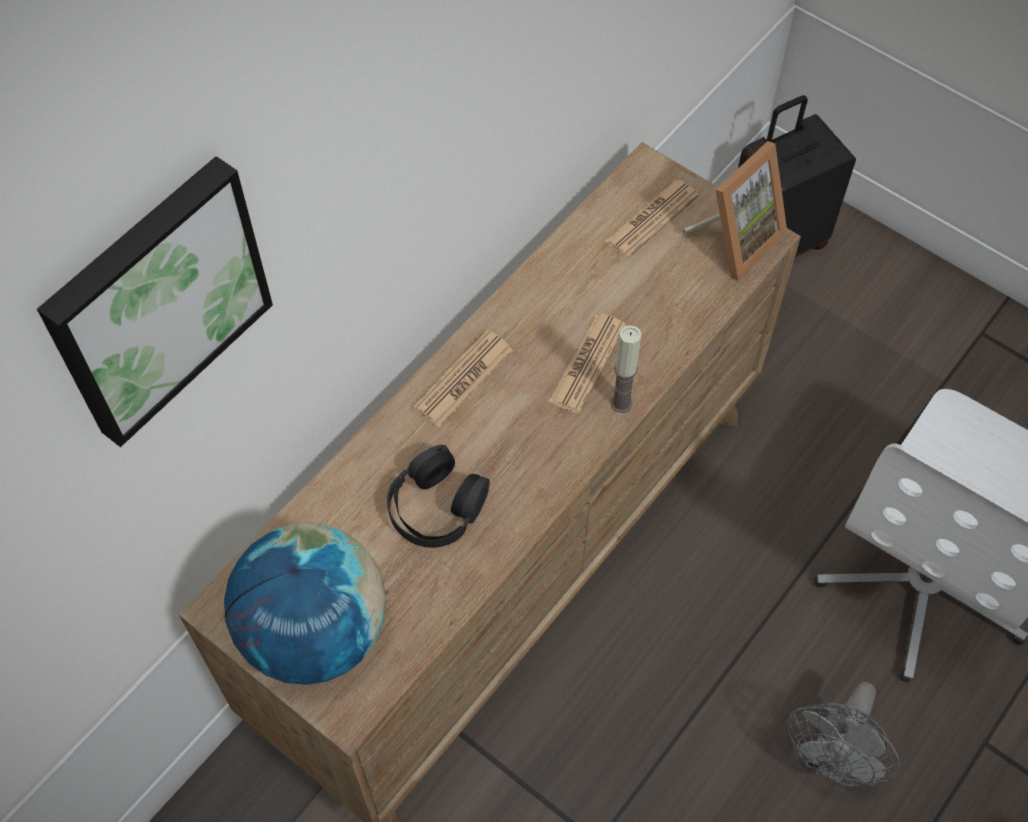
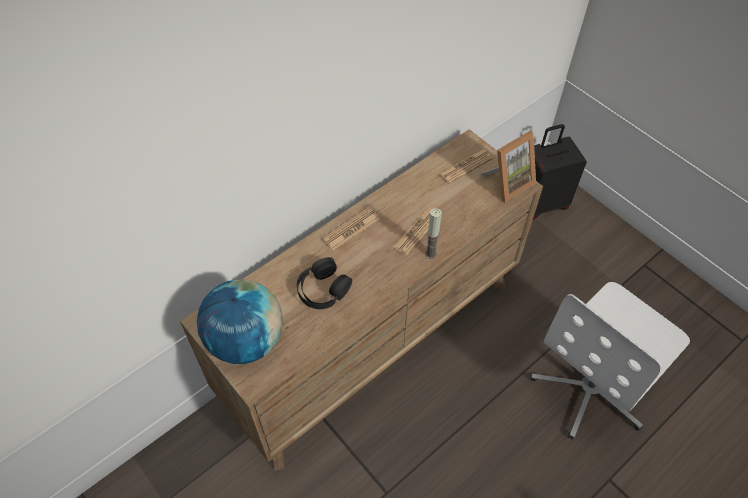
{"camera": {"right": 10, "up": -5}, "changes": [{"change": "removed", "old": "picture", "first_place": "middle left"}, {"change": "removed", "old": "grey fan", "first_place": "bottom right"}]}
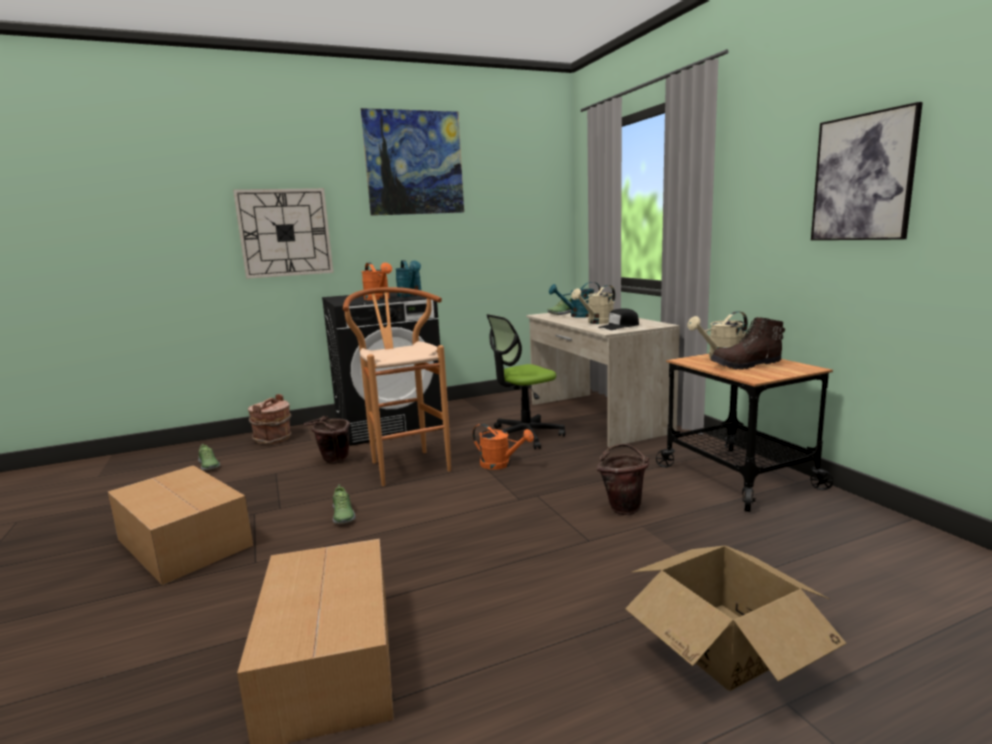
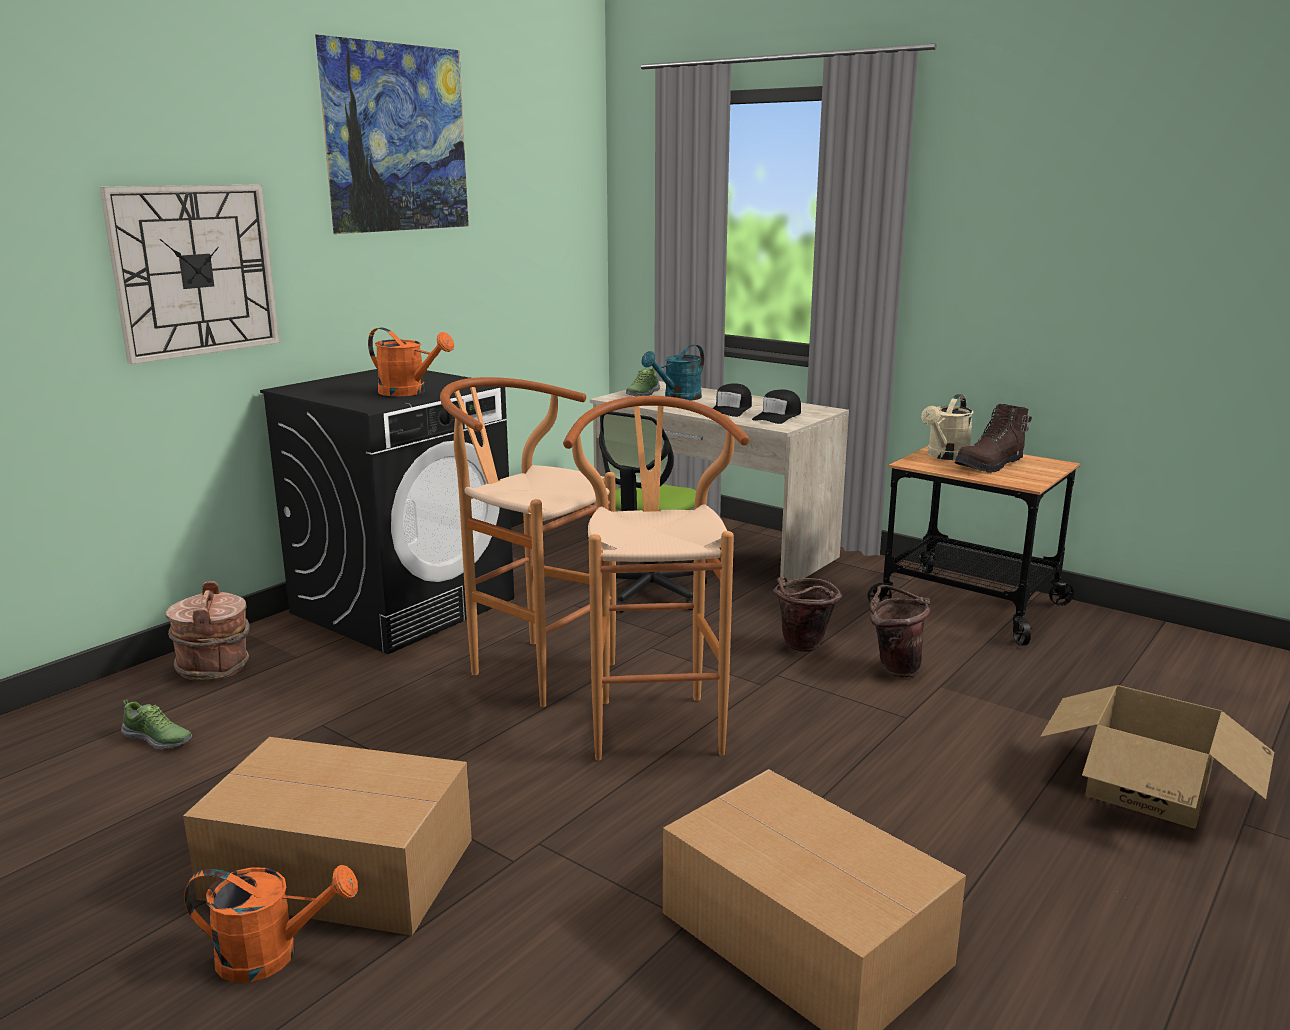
{"camera": {"right": -30, "up": 5}, "changes": [{"change": "removed", "old": "shoe (2nd from left)", "first_place": "bottom centre"}, {"change": "removed", "old": "turquoise watering can (1st from left)", "first_place": "centre"}, {"change": "removed", "old": "picture (2nd from left)", "first_place": "top right"}, {"change": "added", "new": "brown stool (2nd from left)", "second_place": "centre"}, {"change": "moved", "old": "brown bucket (2nd from left)", "first_place": "middle left", "second_place": "centre"}, {"change": "moved", "old": "orange watering can (2nd from left in the first image)", "new": "orange watering can (1st from left)", "first_place": "centre", "second_place": "bottom left"}, {"change": "replaced", "old": "beige watering can (1st from left)", "new": "black cap (1st from left)", "first_place": "centre", "second_place": "centre"}]}
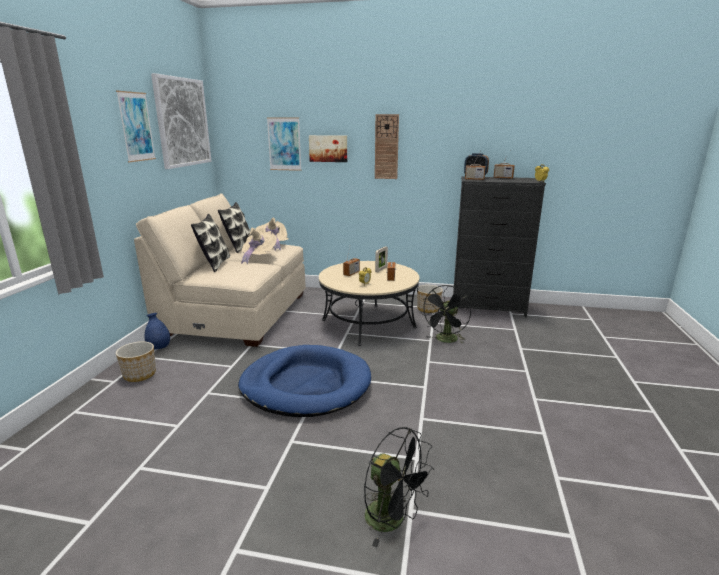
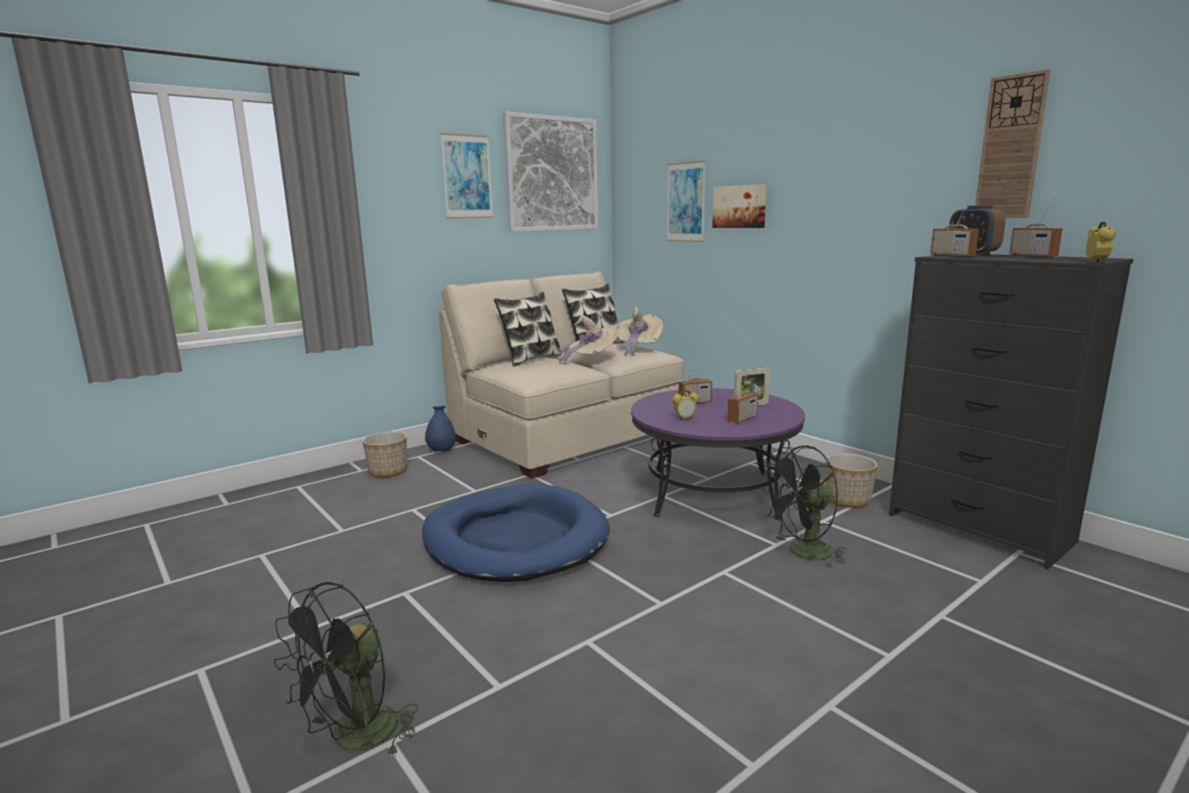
{"camera": {"right": 40, "up": -5}, "changes": [{"change": "moved", "old": "wall clock", "first_place": "top centre", "second_place": "top right"}, {"change": "recoloured", "old": "beige coffee table", "new": "purple coffee table", "first_place": "centre", "second_place": "centre"}, {"change": "turned", "old": "black fan (1st from left)", "first_place": "bottom centre", "second_place": "bottom left", "degrees": 45}]}
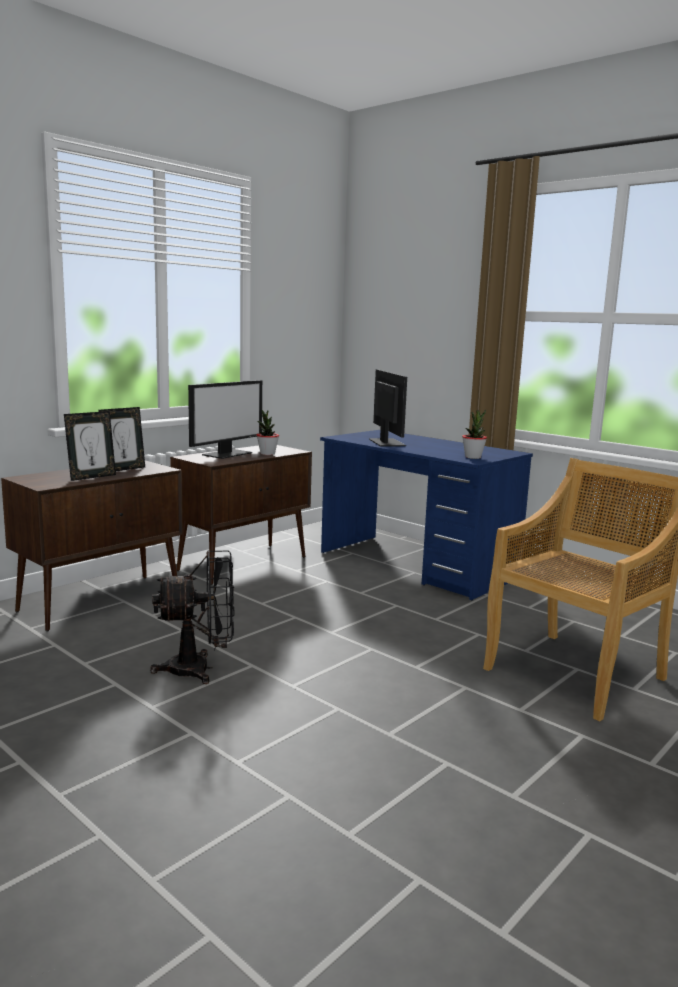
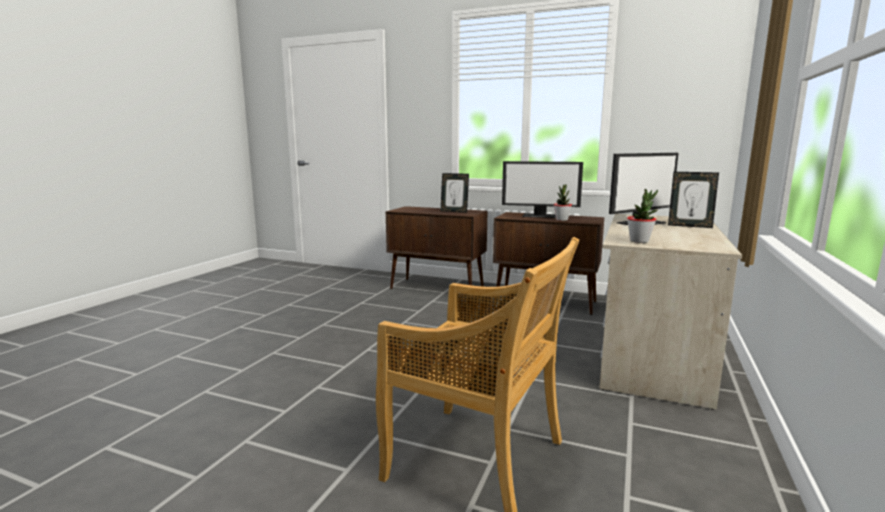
{"camera": {"right": 70, "up": 0}, "changes": [{"change": "removed", "old": "black fan", "first_place": "middle left"}, {"change": "moved", "old": "picture frame (1st from left in the first image)", "new": "picture frame (2nd from left)", "first_place": "middle left", "second_place": "middle right"}, {"change": "recoloured", "old": "blue desk", "new": "beige desk", "first_place": "centre", "second_place": "middle right"}]}
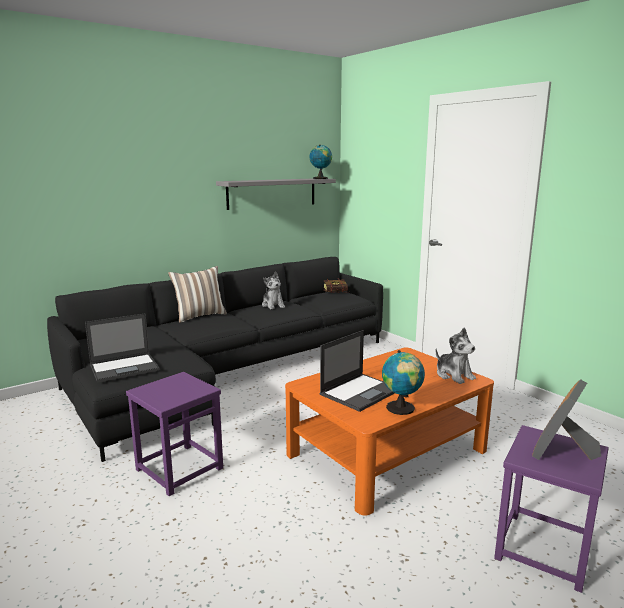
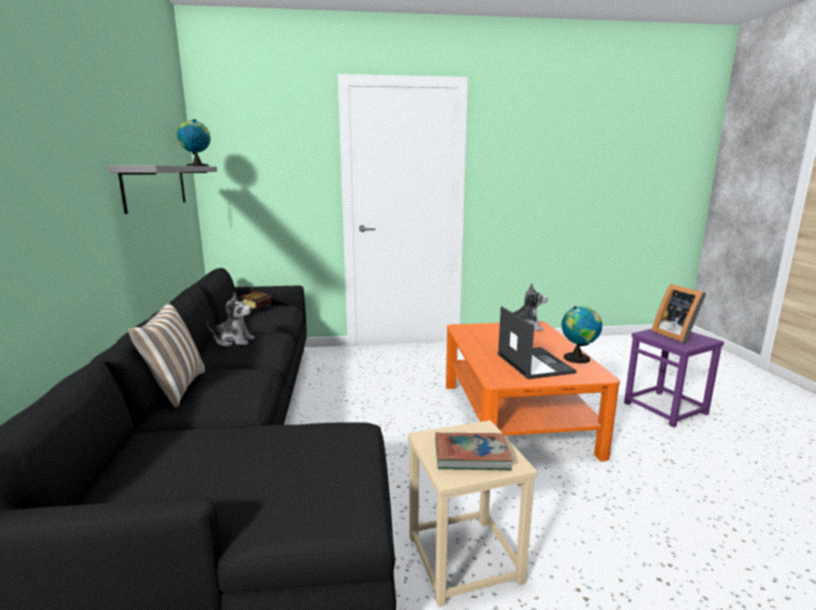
{"camera": {"right": -60, "up": 0}, "changes": [{"change": "removed", "old": "laptop (1st from left)", "first_place": "middle left"}, {"change": "added", "new": "book (2nd from left)", "second_place": "bottom centre"}, {"change": "recoloured", "old": "purple stool (1st from left)", "new": "beige stool", "first_place": "bottom left", "second_place": "bottom centre"}]}
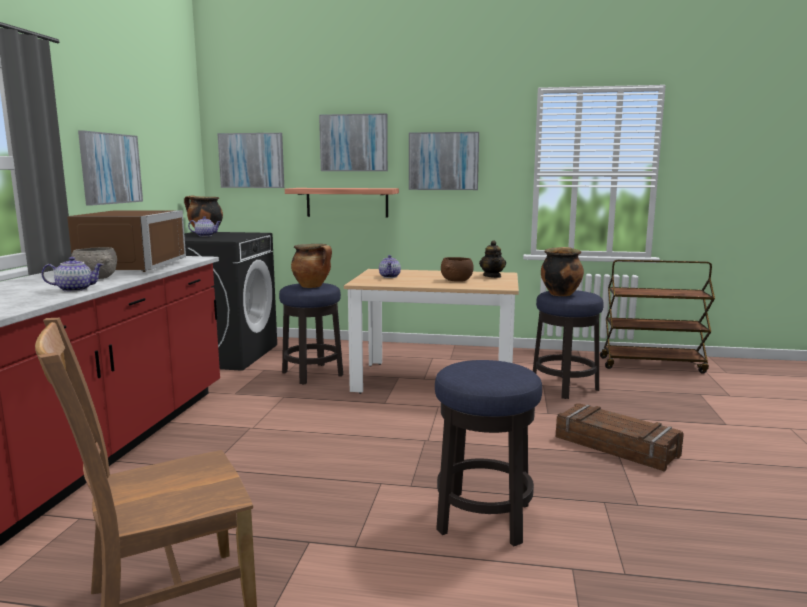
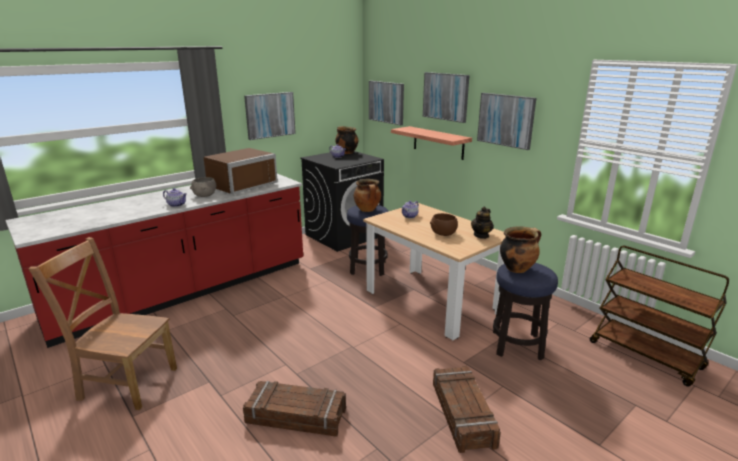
{"camera": {"right": 40, "up": 10}, "changes": [{"change": "replaced", "old": "stool (2nd from left)", "new": "crate (1st from left)", "first_place": "bottom centre", "second_place": "bottom centre"}]}
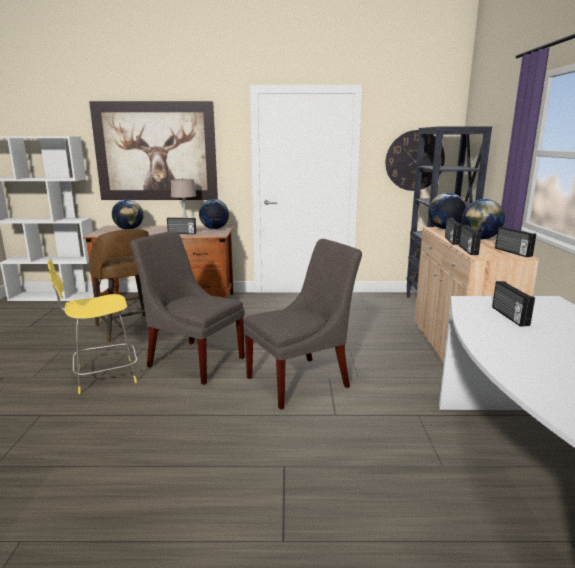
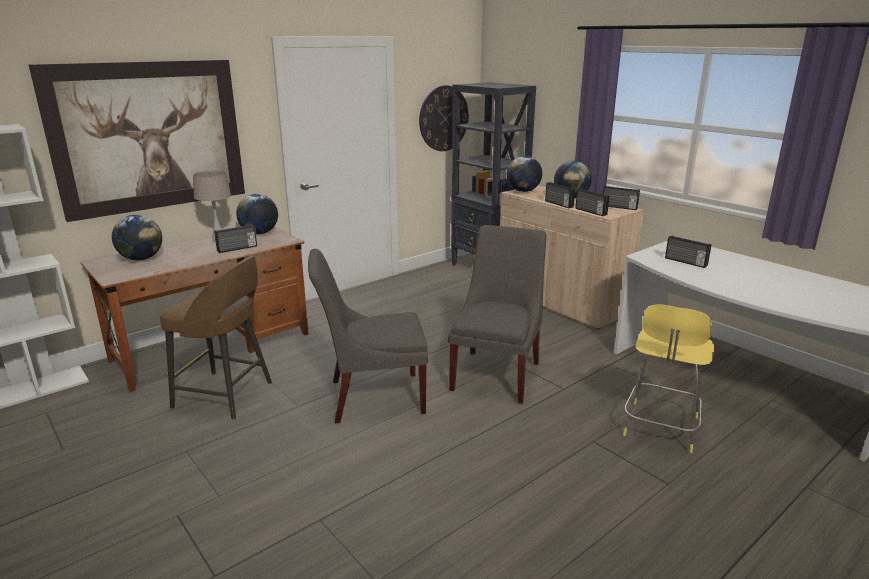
{"camera": {"right": -40, "up": 5}, "changes": [{"change": "moved", "old": "yellow stool", "first_place": "middle left", "second_place": "middle right"}]}
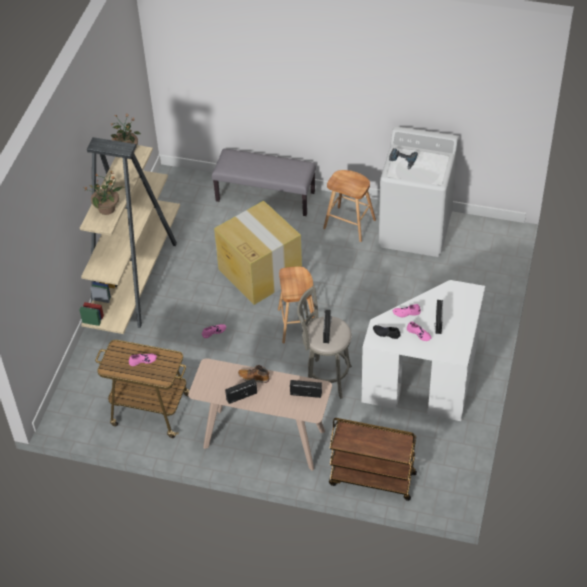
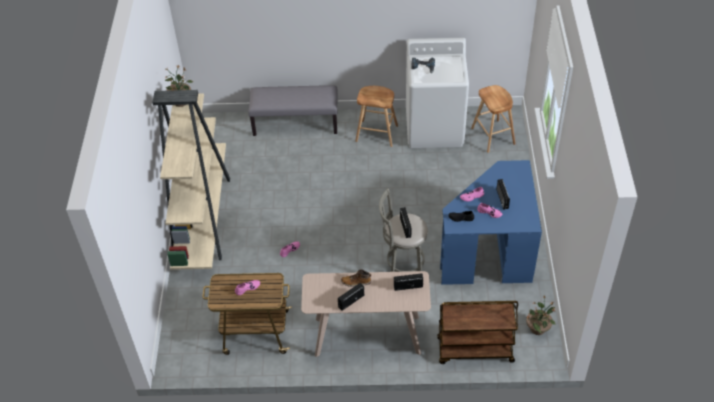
{"camera": {"right": -15, "up": 0}, "changes": [{"change": "removed", "old": "cardboard box", "first_place": "centre"}, {"change": "moved", "old": "potted plant (1st from left in the first image)", "new": "potted plant (2nd from left)", "first_place": "top left", "second_place": "bottom right"}, {"change": "moved", "old": "brown stool (1st from left in the first image)", "new": "brown stool (2nd from left)", "first_place": "centre", "second_place": "top right"}, {"change": "recoloured", "old": "white desk", "new": "blue desk", "first_place": "middle right", "second_place": "middle right"}]}
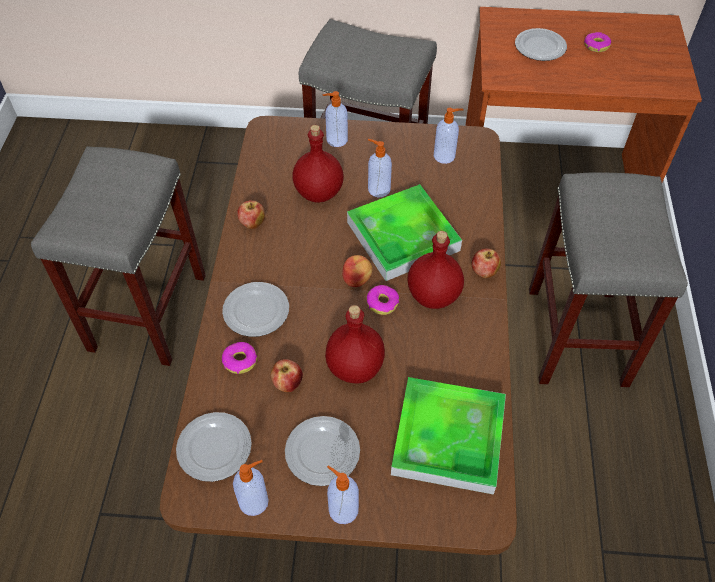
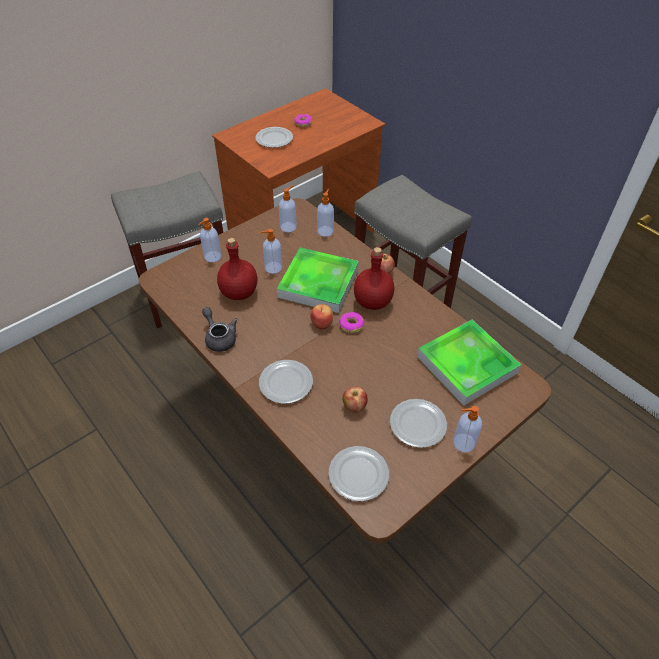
{"camera": {"right": -45, "up": -5}, "changes": [{"change": "removed", "old": "grey stool (1st from left)", "first_place": "middle left"}, {"change": "removed", "old": "donut (1st from left)", "first_place": "centre"}, {"change": "removed", "old": "red bottle (2nd from left)", "first_place": "centre"}, {"change": "moved", "old": "soap dispenser (1st from left in the first image)", "new": "soap dispenser (4th from left)", "first_place": "bottom centre", "second_place": "top centre"}, {"change": "replaced", "old": "apple (1st from left)", "new": "grey teapot", "first_place": "centre", "second_place": "middle left"}]}
